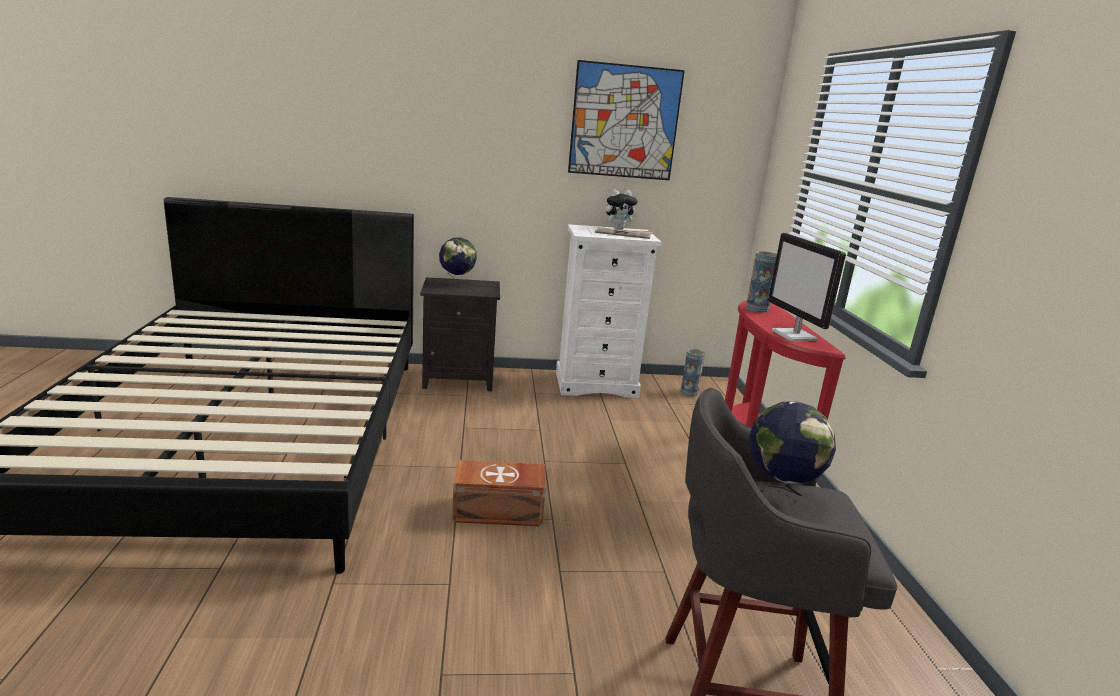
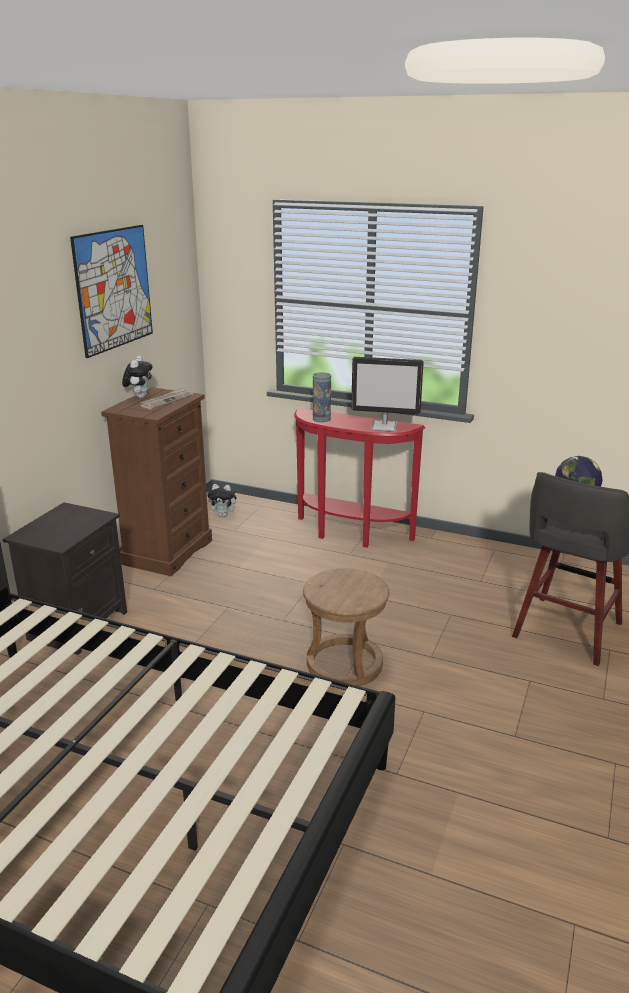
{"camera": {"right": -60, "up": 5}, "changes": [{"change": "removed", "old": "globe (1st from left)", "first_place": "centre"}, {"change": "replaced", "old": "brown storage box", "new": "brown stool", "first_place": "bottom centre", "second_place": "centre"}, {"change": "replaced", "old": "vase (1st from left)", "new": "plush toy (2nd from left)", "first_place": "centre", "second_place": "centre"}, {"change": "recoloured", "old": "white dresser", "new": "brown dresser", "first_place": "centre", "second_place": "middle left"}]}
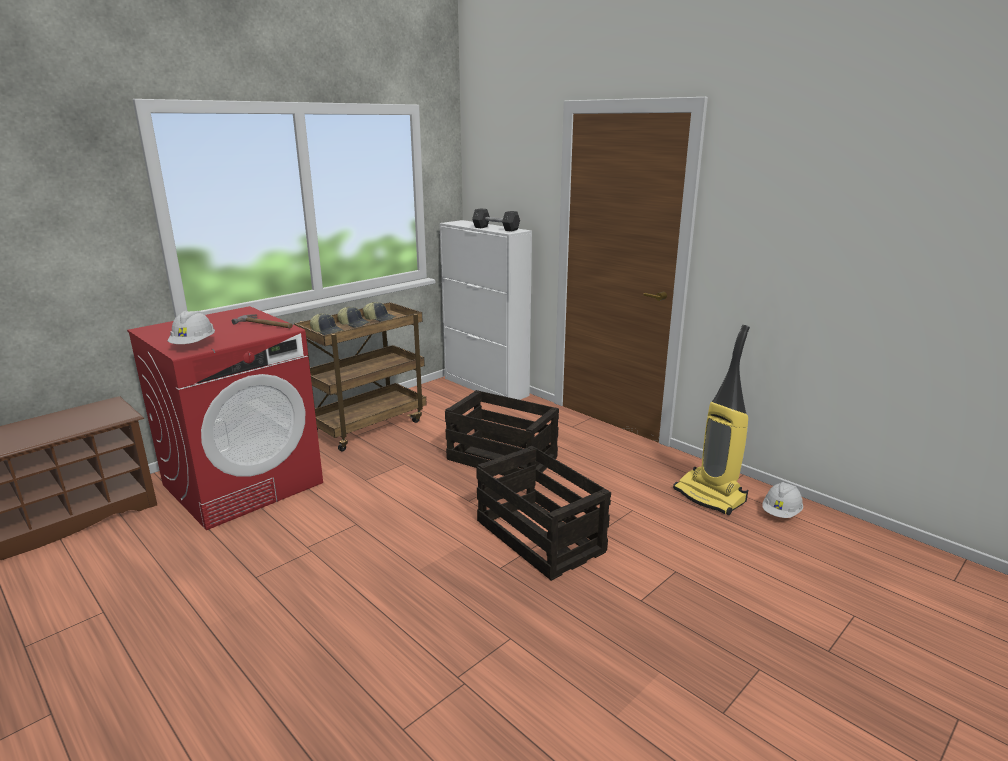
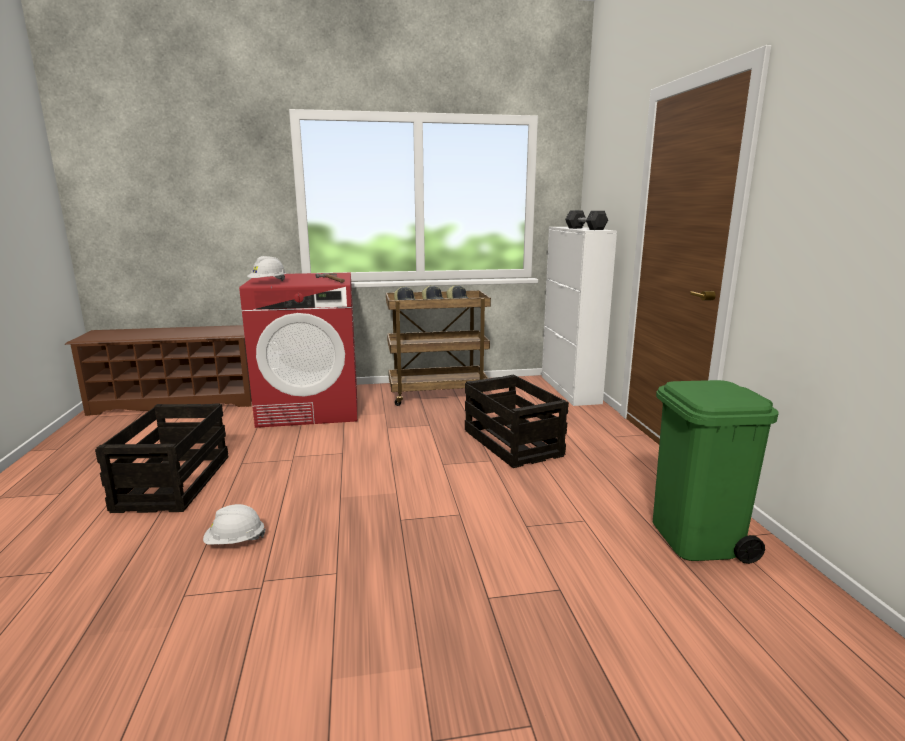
{"camera": {"right": 35, "up": -5}, "changes": [{"change": "moved", "old": "crate (2nd from left in the first image)", "new": "crate (1st from left)", "first_place": "bottom centre", "second_place": "middle left"}, {"change": "moved", "old": "white hard hat (2nd from left in the first image)", "new": "white hard hat (1st from left)", "first_place": "middle right", "second_place": "bottom left"}, {"change": "replaced", "old": "vacuum cleaner", "new": "green trash can", "first_place": "middle right", "second_place": "middle right"}]}
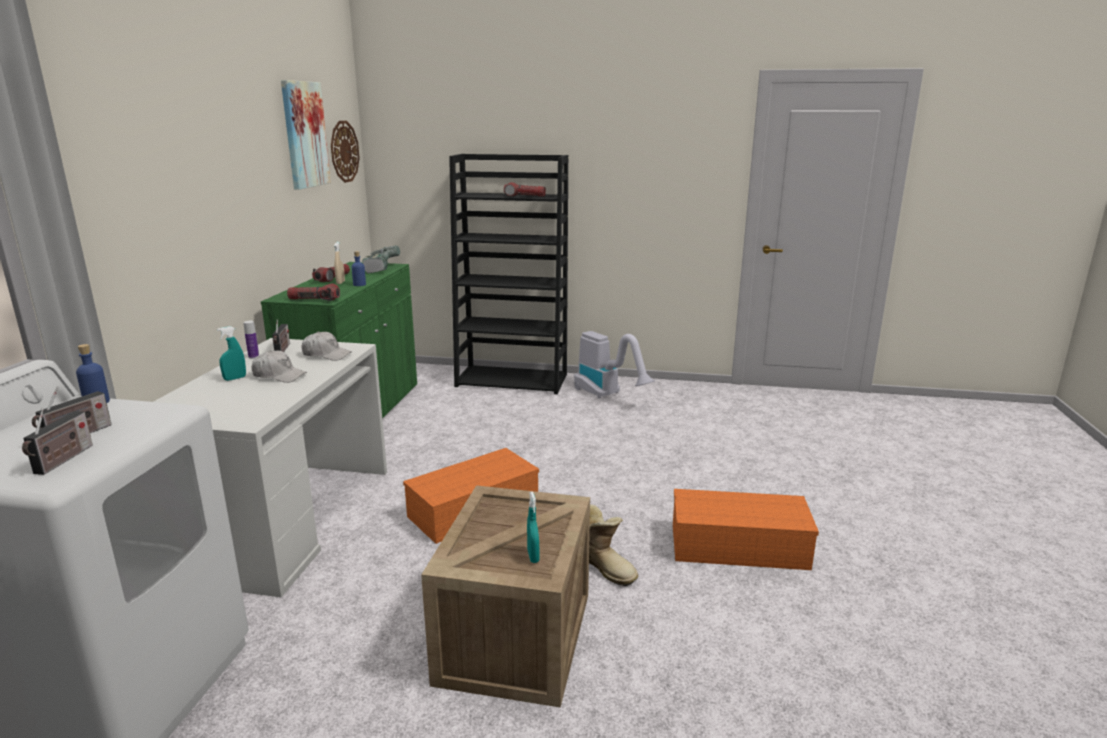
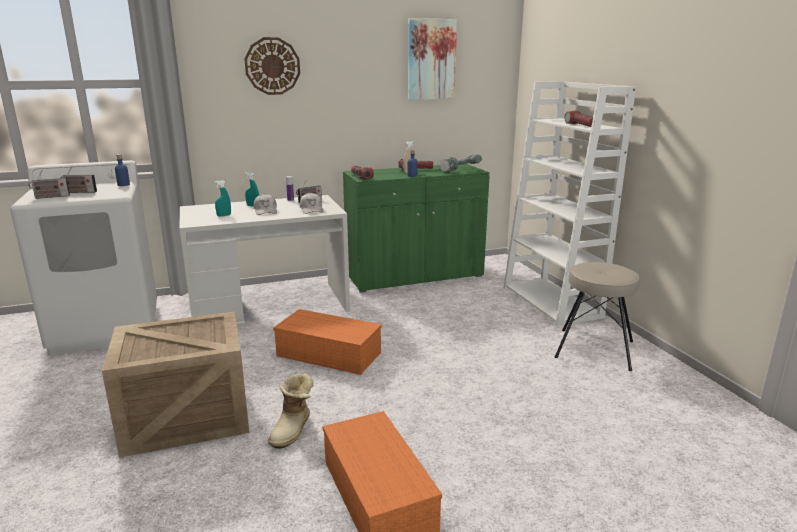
{"camera": {"right": 60, "up": 0}, "changes": [{"change": "moved", "old": "wall clock", "first_place": "top left", "second_place": "top centre"}, {"change": "moved", "old": "turquoise spray bottle (2nd from left in the first image)", "new": "turquoise spray bottle (1st from left)", "first_place": "bottom centre", "second_place": "middle left"}, {"change": "replaced", "old": "vacuum cleaner", "new": "beige stool", "first_place": "centre", "second_place": "middle right"}, {"change": "recoloured", "old": "black bookcase", "new": "white bookcase", "first_place": "centre", "second_place": "middle right"}]}
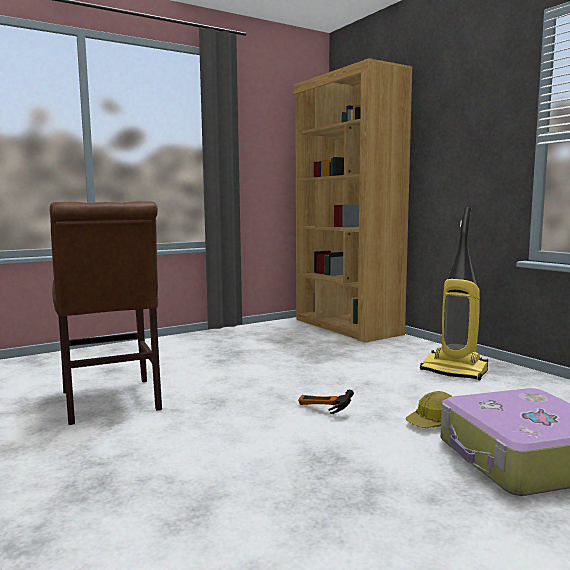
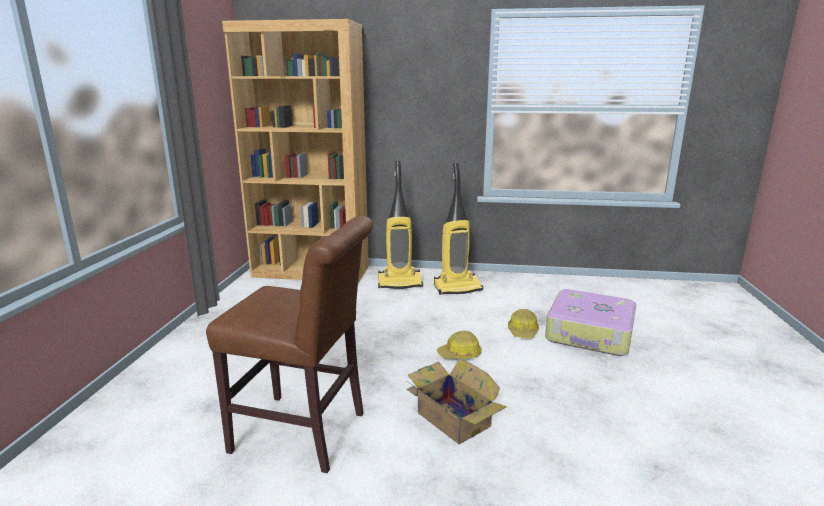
{"camera": {"right": -50, "up": 10}, "changes": [{"change": "added", "new": "vacuum cleaner (1st from left)", "second_place": "centre"}, {"change": "added", "new": "cardboard box", "second_place": "bottom centre"}, {"change": "replaced", "old": "hammer", "new": "hard hat (1st from left)", "first_place": "bottom centre", "second_place": "bottom centre"}]}
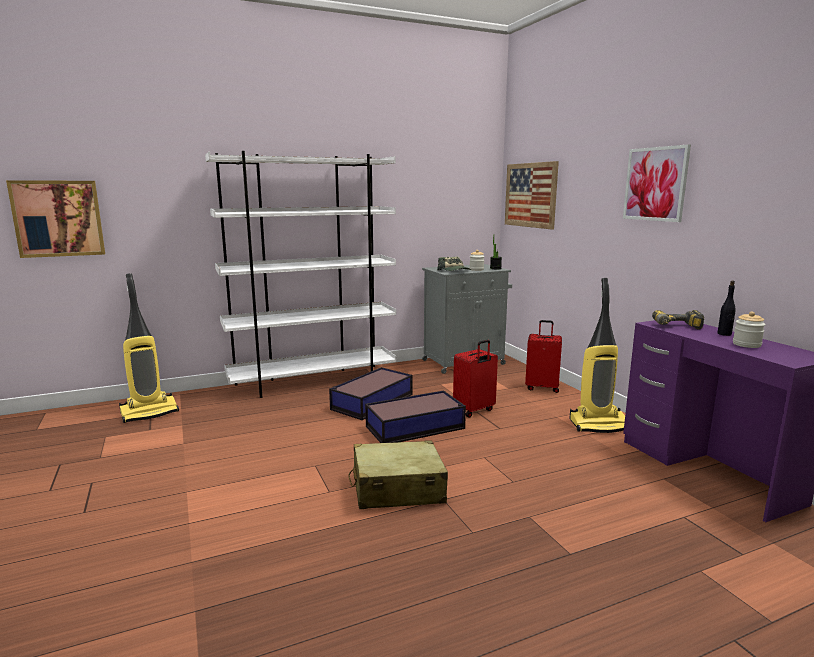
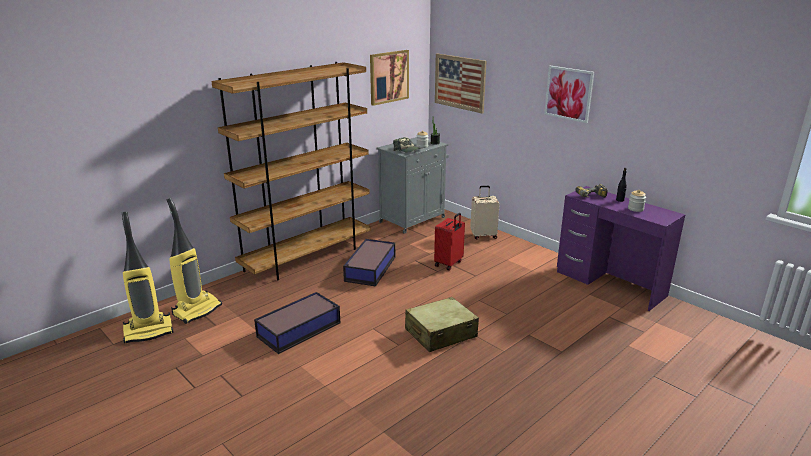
{"camera": {"right": -20, "up": 10}, "changes": [{"change": "moved", "old": "picture (1st from left)", "first_place": "middle left", "second_place": "top centre"}, {"change": "moved", "old": "storage box (2nd from left in the first image)", "new": "storage box (1st from left)", "first_place": "centre", "second_place": "bottom centre"}, {"change": "moved", "old": "vacuum cleaner (2nd from left in the first image)", "new": "vacuum cleaner (1st from left)", "first_place": "middle right", "second_place": "middle left"}, {"change": "recoloured", "old": "white bookcase", "new": "brown bookcase", "first_place": "centre", "second_place": "centre"}, {"change": "recoloured", "old": "red suitcase (2nd from left)", "new": "beige suitcase (2nd from left)", "first_place": "middle right", "second_place": "centre"}]}
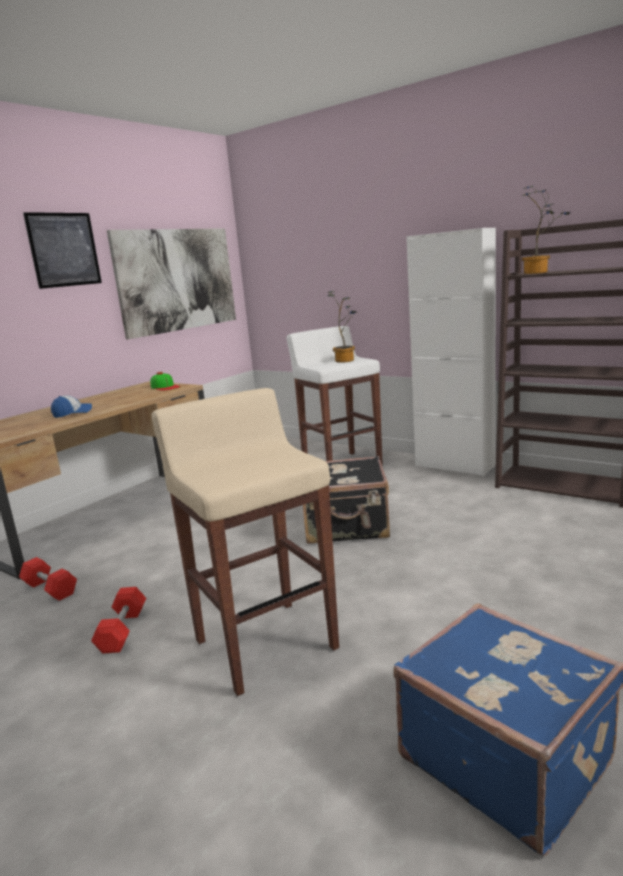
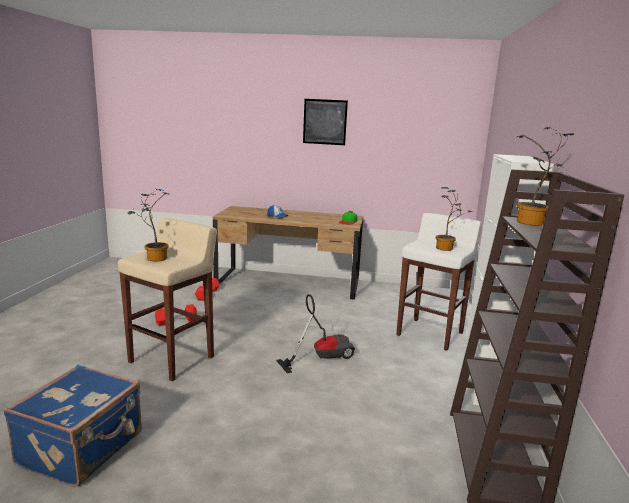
{"camera": {"right": 60, "up": 0}, "changes": [{"change": "removed", "old": "picture (2nd from left)", "first_place": "top left"}, {"change": "added", "new": "potted plant (1st from left)", "second_place": "middle left"}, {"change": "replaced", "old": "black suitcase", "new": "vacuum cleaner", "first_place": "centre", "second_place": "centre"}]}
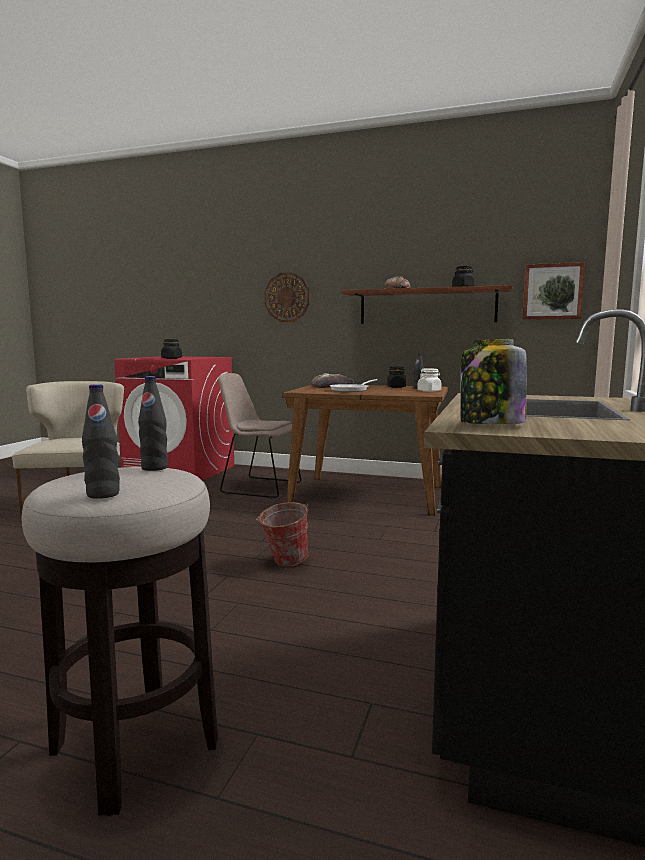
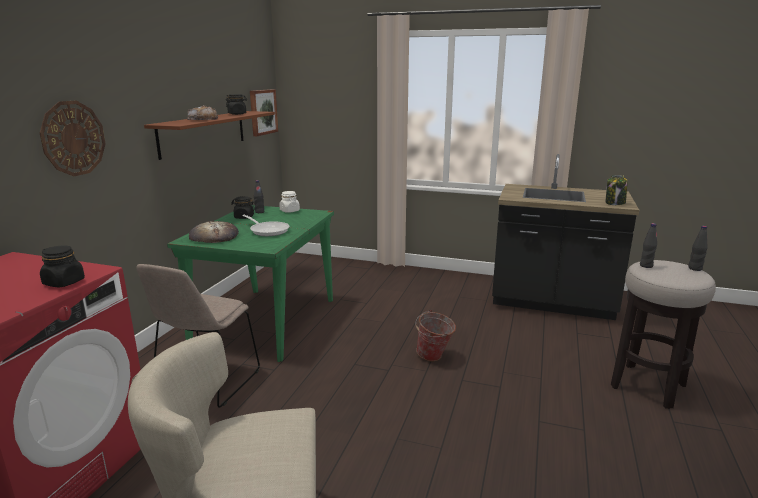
{"camera": {"right": -90, "up": 10}, "changes": [{"change": "recoloured", "old": "brown dining table", "new": "green dining table", "first_place": "centre", "second_place": "middle left"}]}
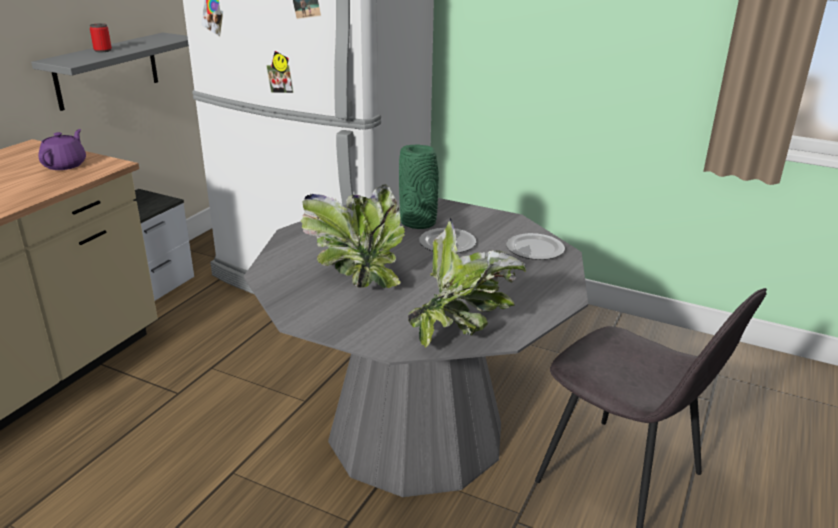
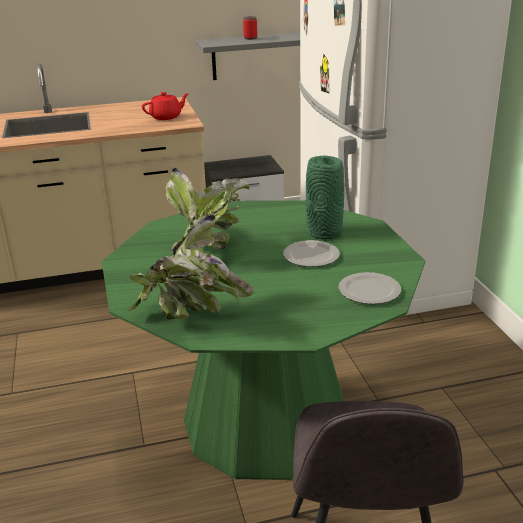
{"camera": {"right": 50, "up": 0}, "changes": [{"change": "recoloured", "old": "purple teapot", "new": "red teapot", "first_place": "top left", "second_place": "top left"}, {"change": "recoloured", "old": "grey dining table", "new": "green dining table", "first_place": "centre", "second_place": "centre"}]}
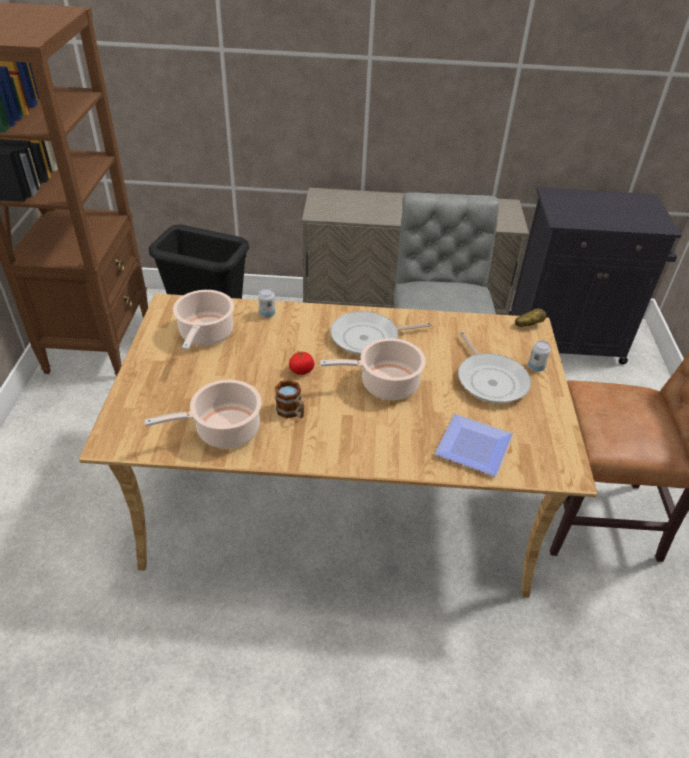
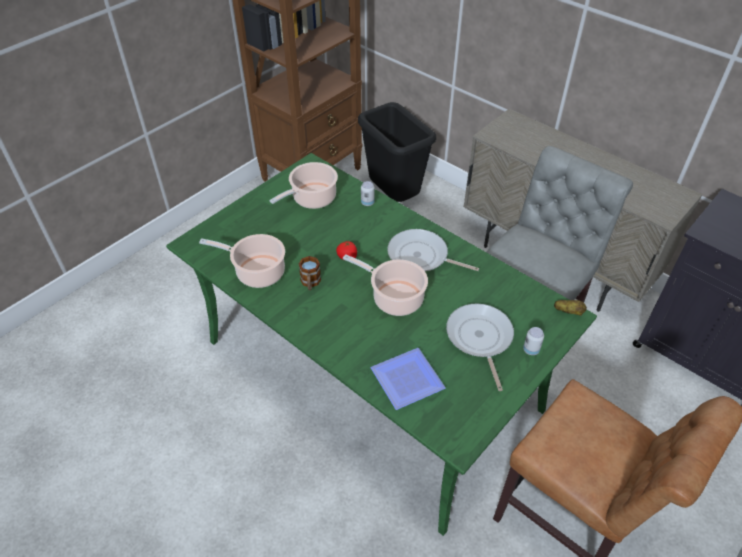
{"camera": {"right": 40, "up": 5}, "changes": [{"change": "recoloured", "old": "beige dining table", "new": "green dining table", "first_place": "centre", "second_place": "centre"}, {"change": "turned", "old": "frying pan (2nd from left)", "first_place": "middle right", "second_place": "centre", "degrees": 150}]}
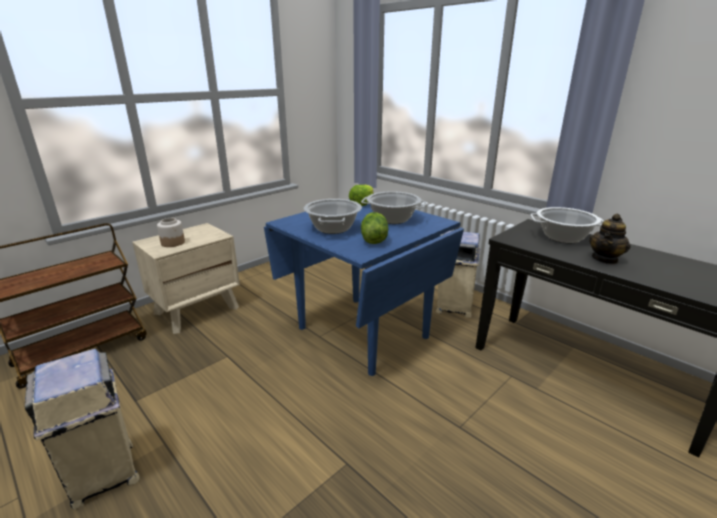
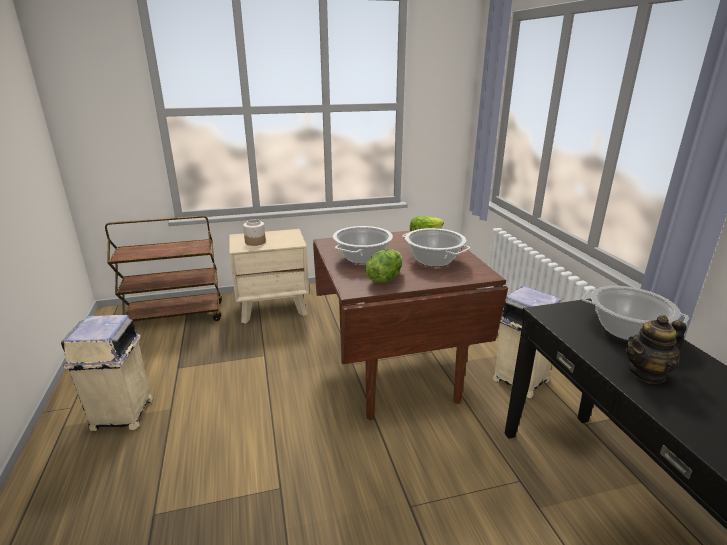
{"camera": {"right": 30, "up": 0}, "changes": [{"change": "recoloured", "old": "blue dining table", "new": "brown dining table", "first_place": "centre", "second_place": "centre"}]}
